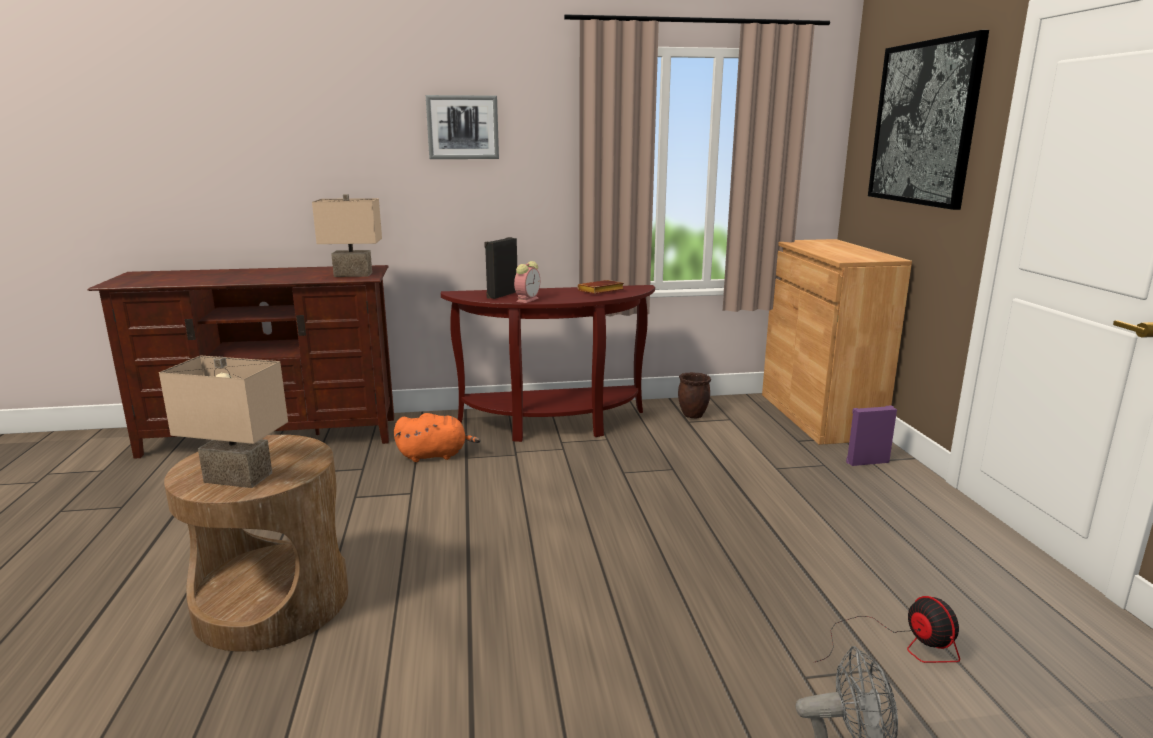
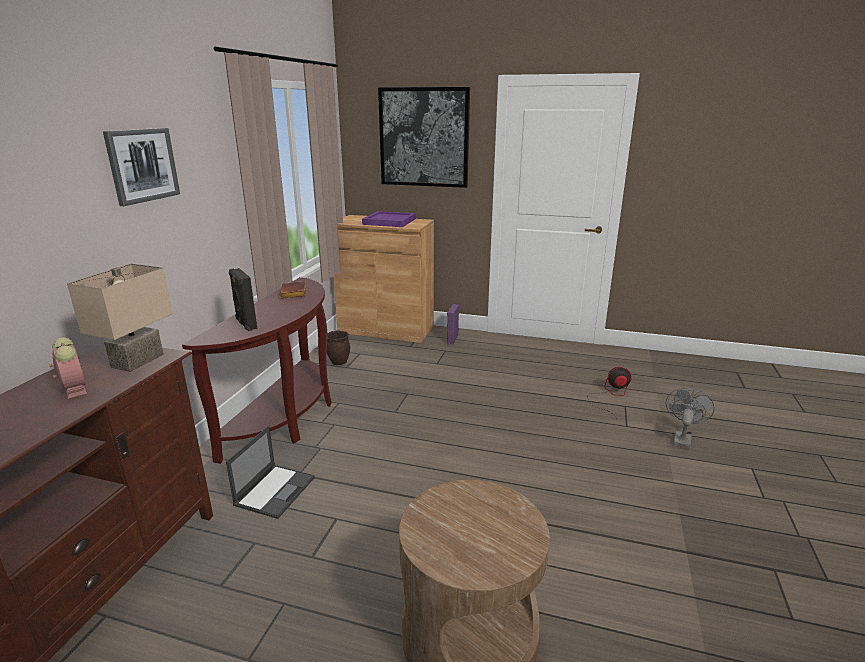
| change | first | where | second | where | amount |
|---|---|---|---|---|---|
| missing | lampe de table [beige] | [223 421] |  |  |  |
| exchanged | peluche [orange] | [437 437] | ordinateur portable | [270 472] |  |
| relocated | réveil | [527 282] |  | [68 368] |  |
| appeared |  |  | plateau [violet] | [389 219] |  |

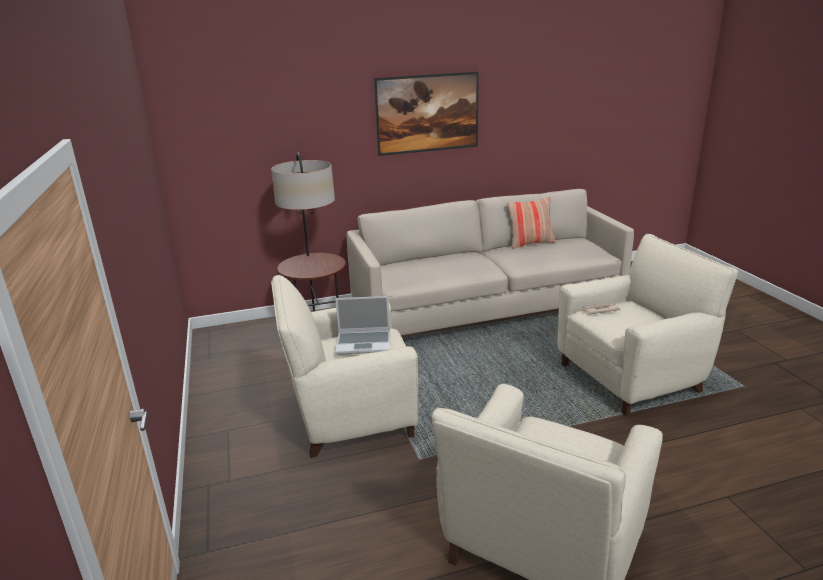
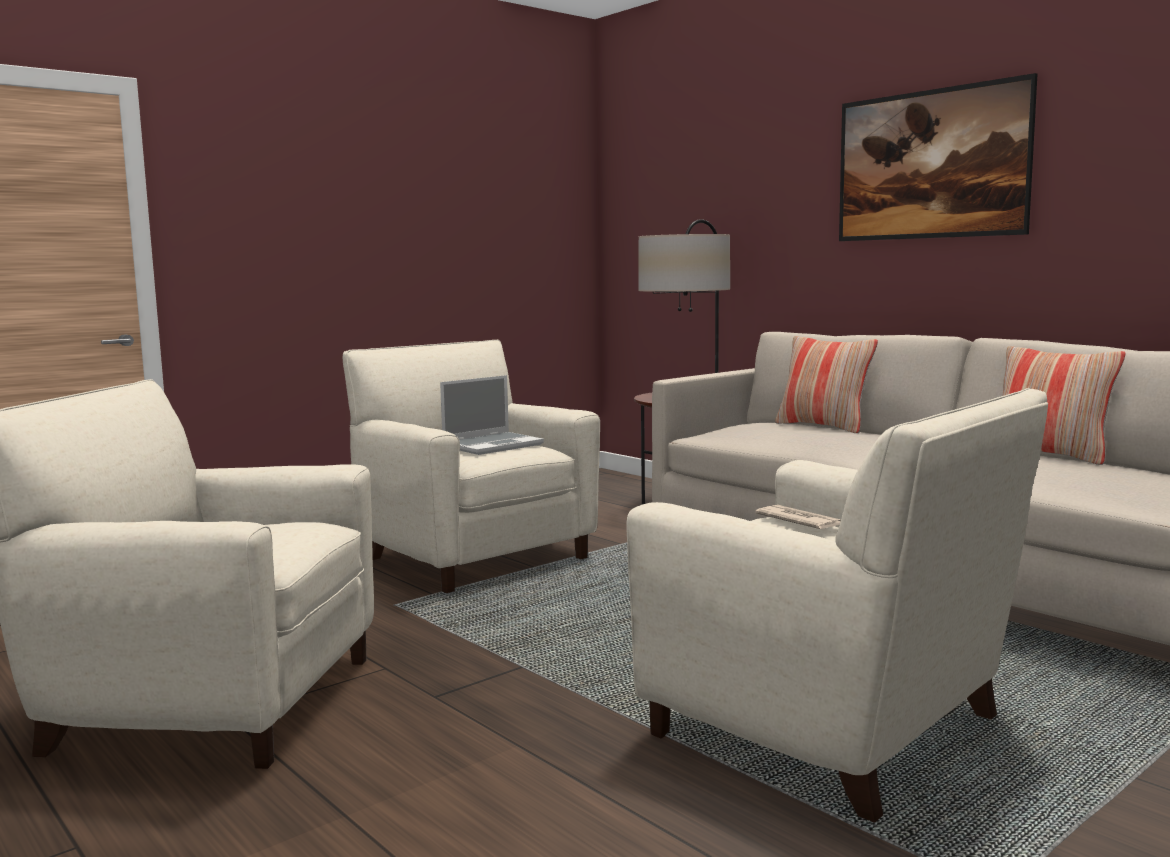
| change | first | where | second | where | amount |
|---|---|---|---|---|---|
| spun | ordinateur portable | [362 325] |  | [492 415] | 105 degrees counterclockwise |
| appeared |  |  | coussin | [826 384] |  |

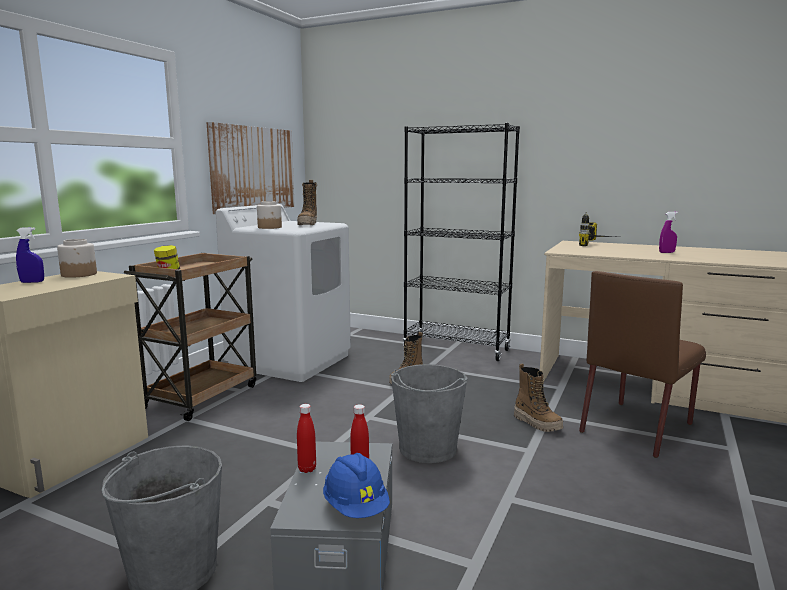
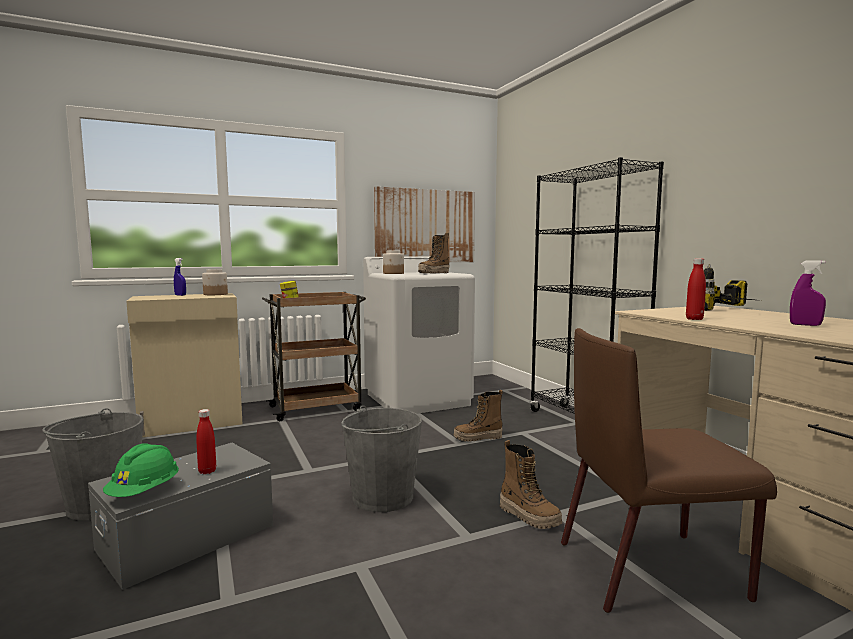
| change | first | where | second | where | amount |
|---|---|---|---|---|---|
| relocated | bouteille [rouge] | [306 438] |  | [696 289] |  |
| colour | casque de chantier [bleu] | [356 485] | casque de chantier [vert] | [141 470] |  |
| spun | botte | [538 397] |  | [531 484] | 45 degrees counterclockwise |

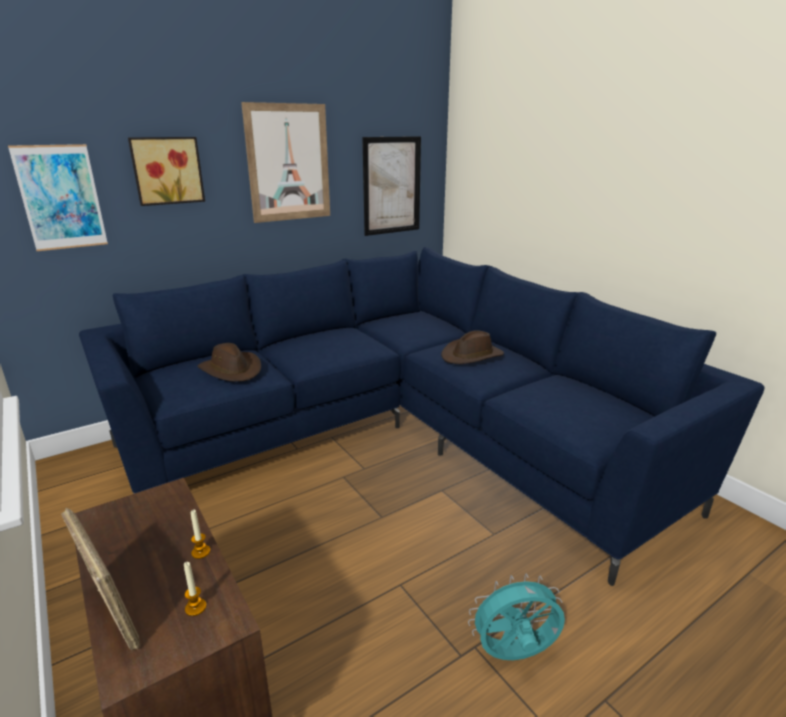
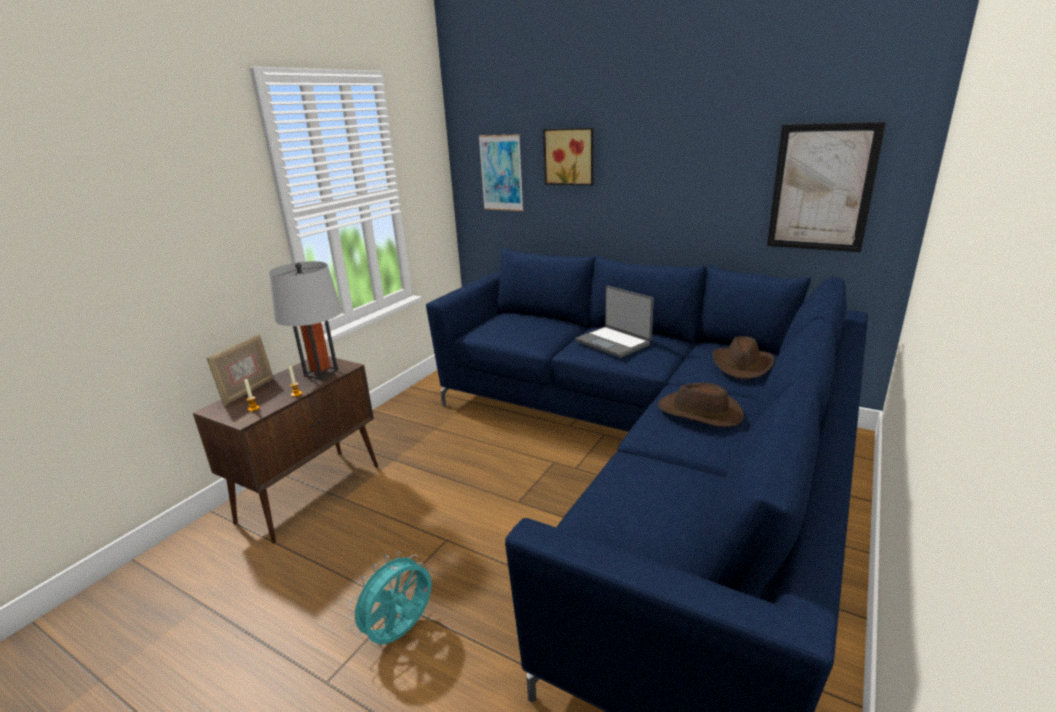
| change | first | where | second | where | amount |
|---|---|---|---|---|---|
| relocated | chapeau [marron] | [229 362] |  | [744 357] |  |
| missing | tableau | [285 162] |  |  |  |
| spun | ventilateur [turquoise] | [516 616] |  | [389 597] | 105 degrees counterclockwise |
| appeared |  |  | lampe de table [gris] | [305 320] |  |
| appeared |  |  | ordinateur portable | [614 322] |  |

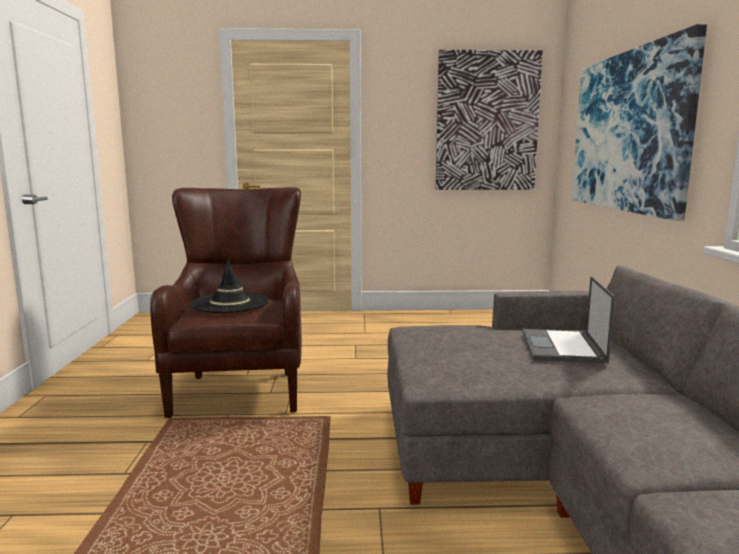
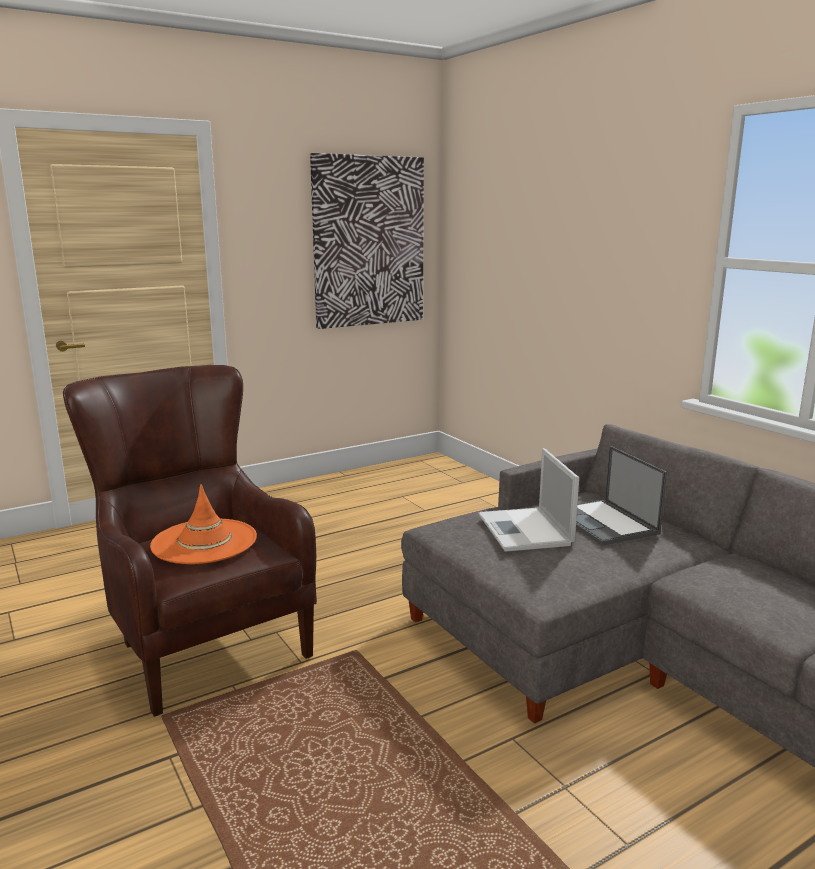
| change | first | where | second | where | amount |
|---|---|---|---|---|---|
| colour | chapeau [noir] | [229 285] | chapeau [orange] | [203 524] |  |
| missing | tableau | [639 122] |  |  |  |
| appeared |  |  | ordinateur portable | [529 500] |  |

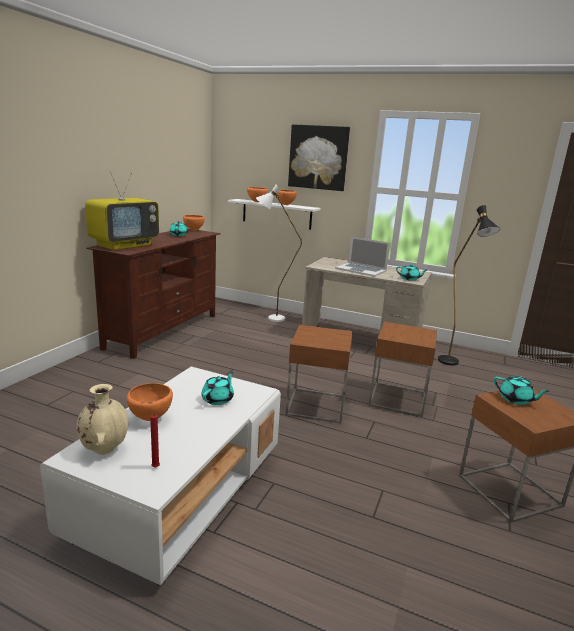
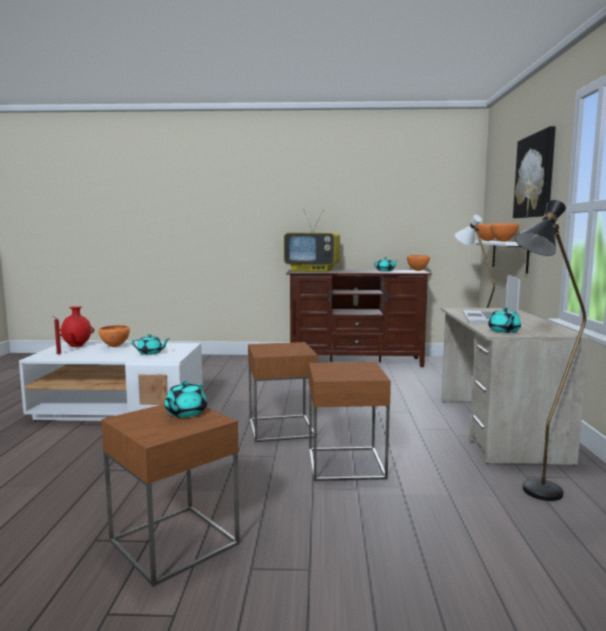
| change | first | where | second | where | amount |
|---|---|---|---|---|---|
| colour | vase [beige] | [102 419] | vase [rouge] | [76 326] |  |

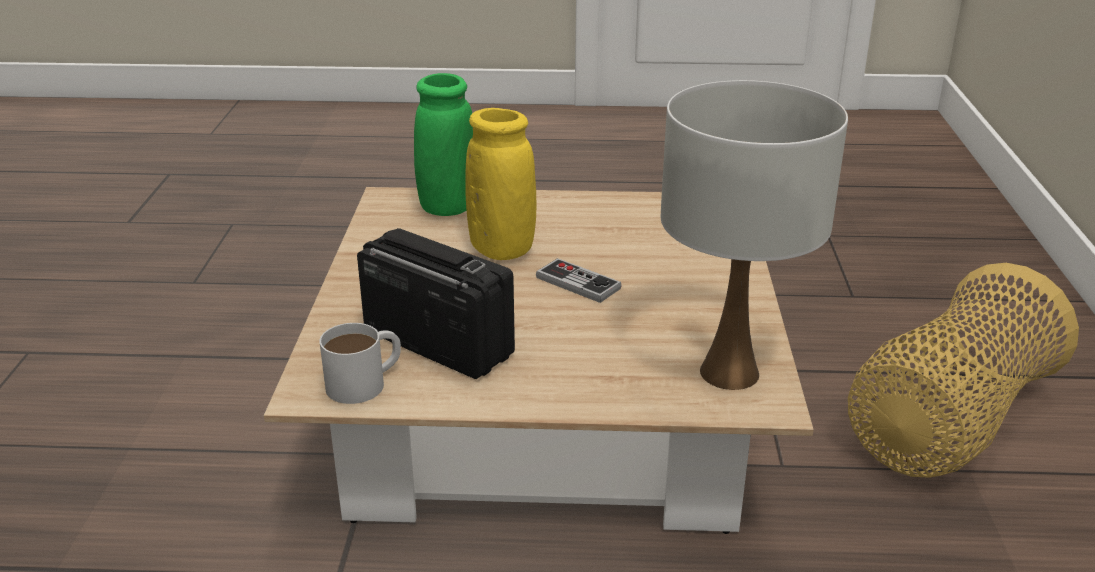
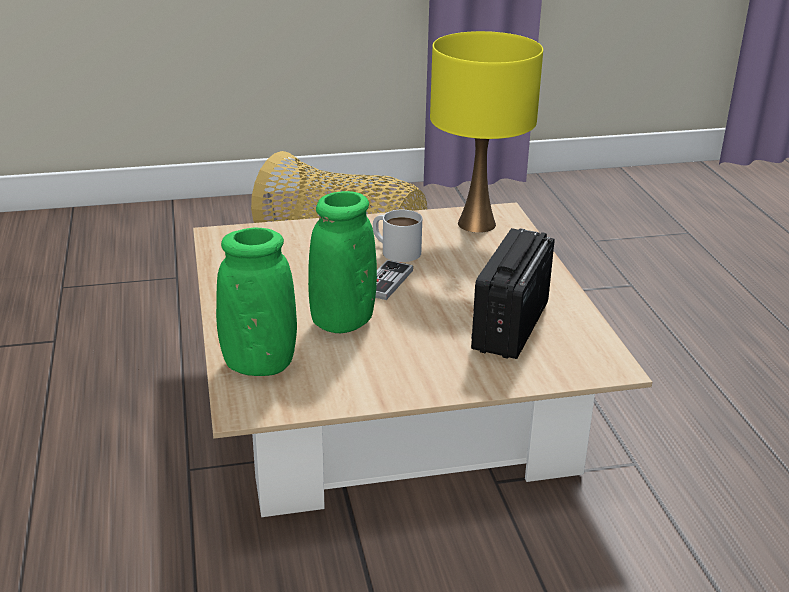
| change | first | where | second | where | amount |
|---|---|---|---|---|---|
| relocated | mug [blanc] | [360 363] |  | [397 236] |  |
| colour | vase [jaune] | [500 184] | vase [vert] | [342 262] |  |
| colour | lampe de table [blanc] | [754 235] | lampe de table [jaune] | [486 132] |  |

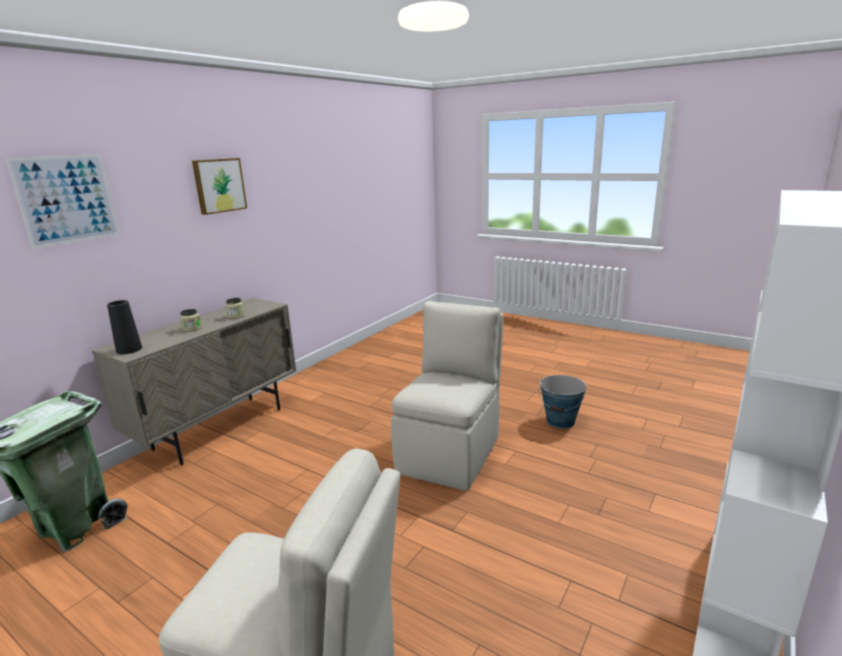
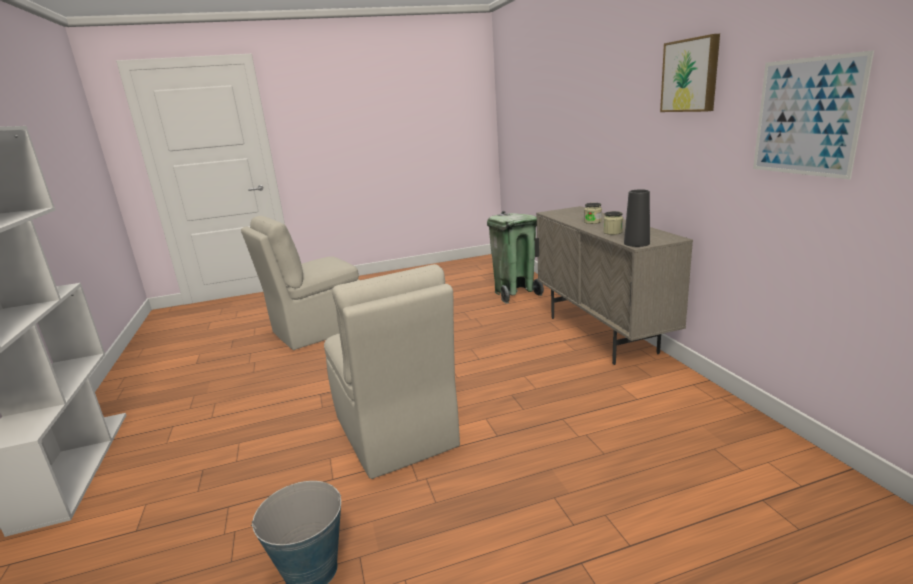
| change | first | where | second | where | amount |
|---|---|---|---|---|---|
| relocated | tableau | [63 201] |  | [813 115] |  |
| relocated | vase [noir] | [124 327] |  | [637 218] |  |

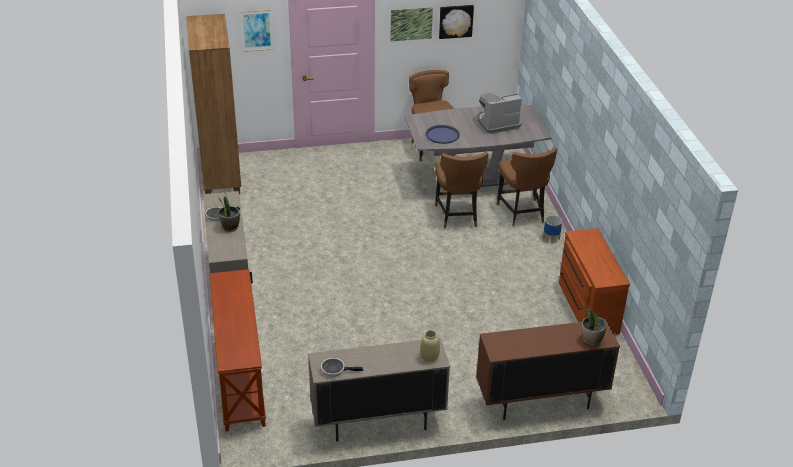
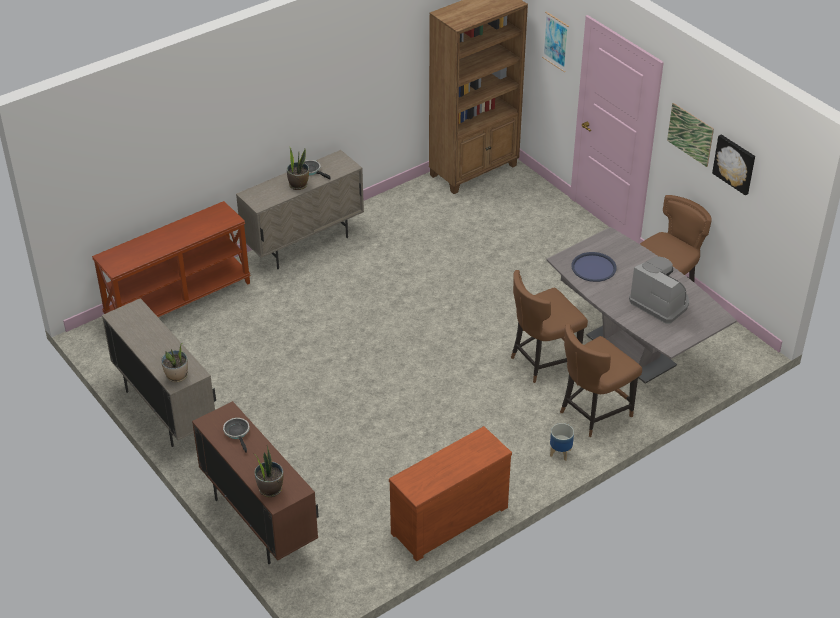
| change | first | where | second | where | amount |
|---|---|---|---|---|---|
| relocated | poêle | [342 367] |  | [236 435] |  |
| exchanged | vase [beige] | [430 346] | plante en pot | [174 362] |  |

